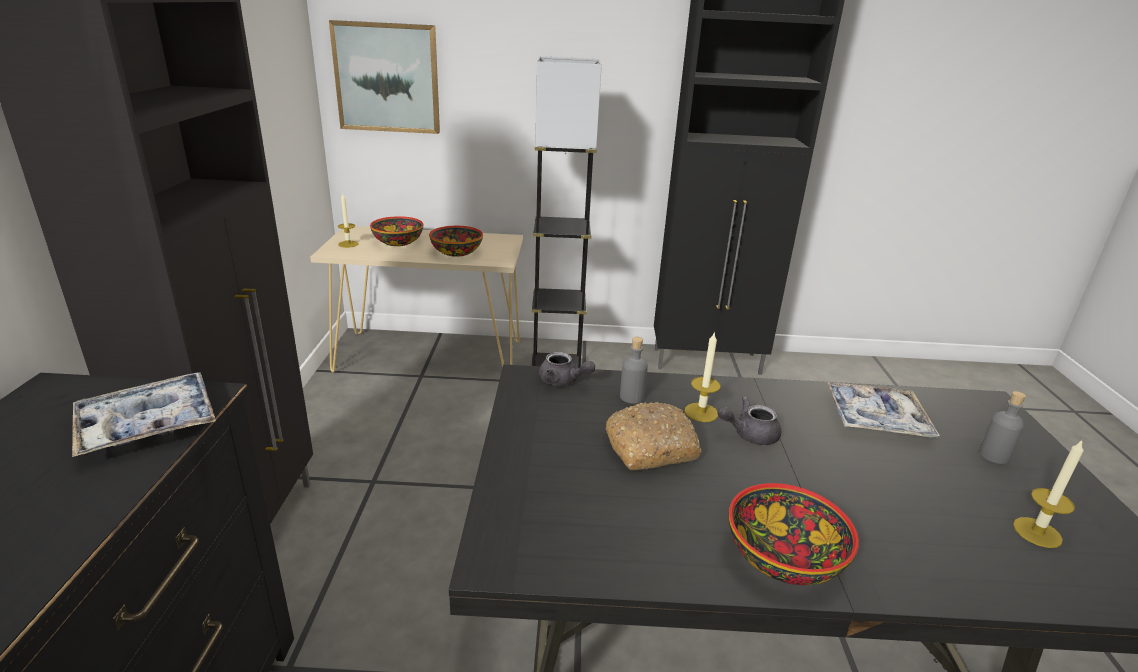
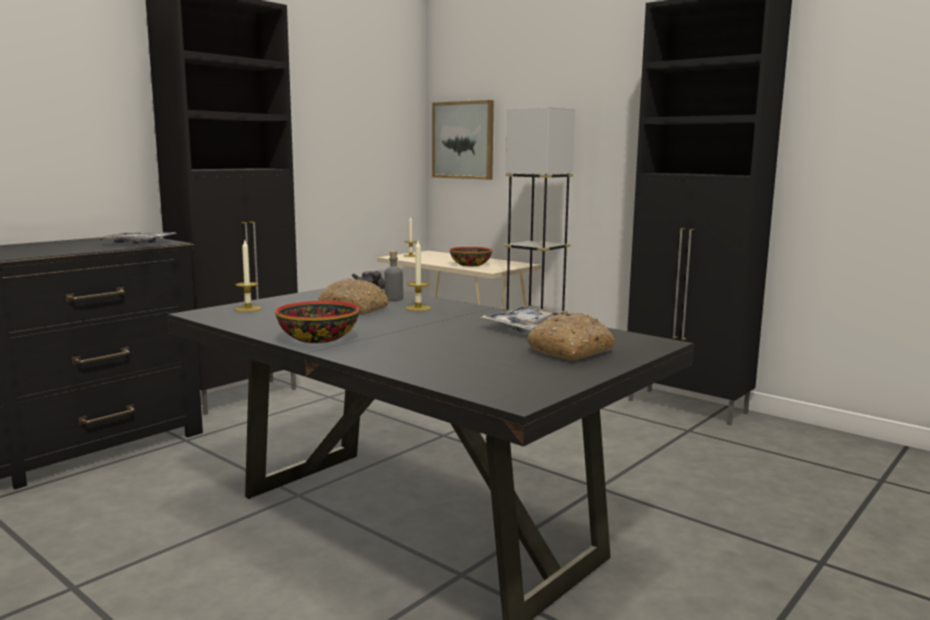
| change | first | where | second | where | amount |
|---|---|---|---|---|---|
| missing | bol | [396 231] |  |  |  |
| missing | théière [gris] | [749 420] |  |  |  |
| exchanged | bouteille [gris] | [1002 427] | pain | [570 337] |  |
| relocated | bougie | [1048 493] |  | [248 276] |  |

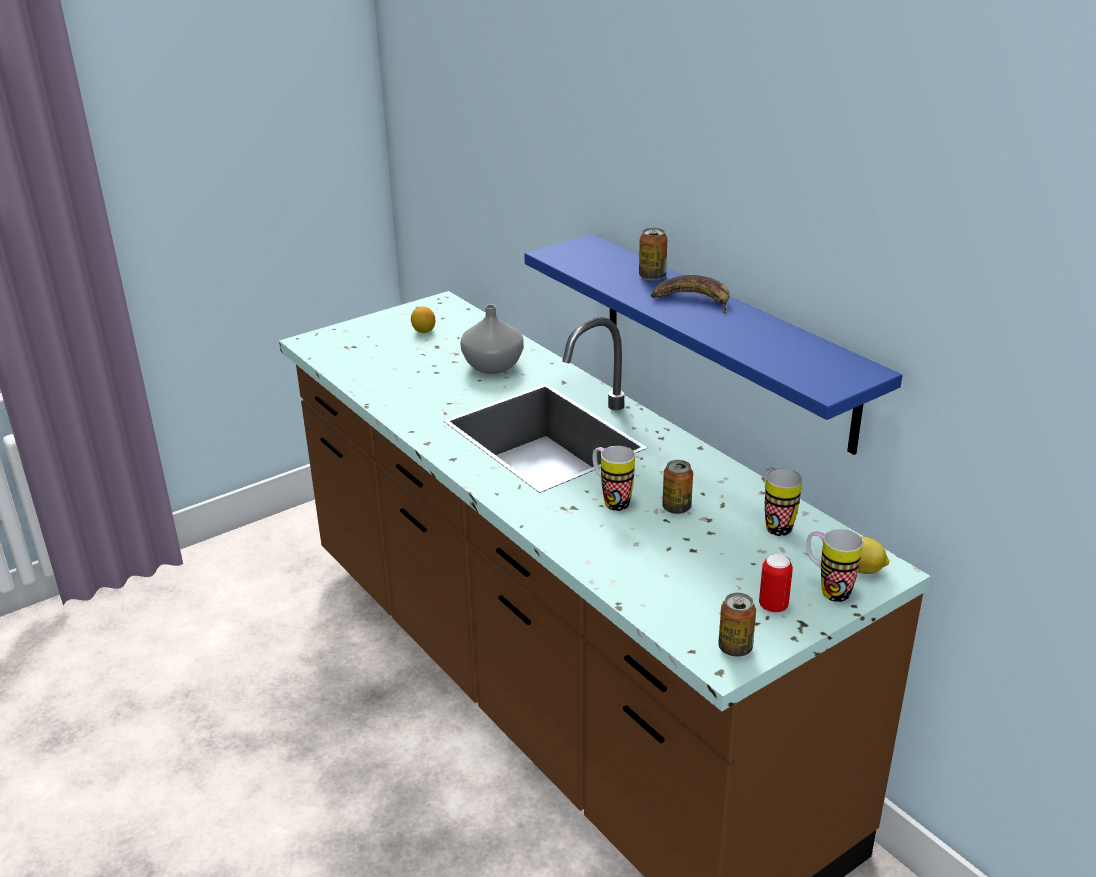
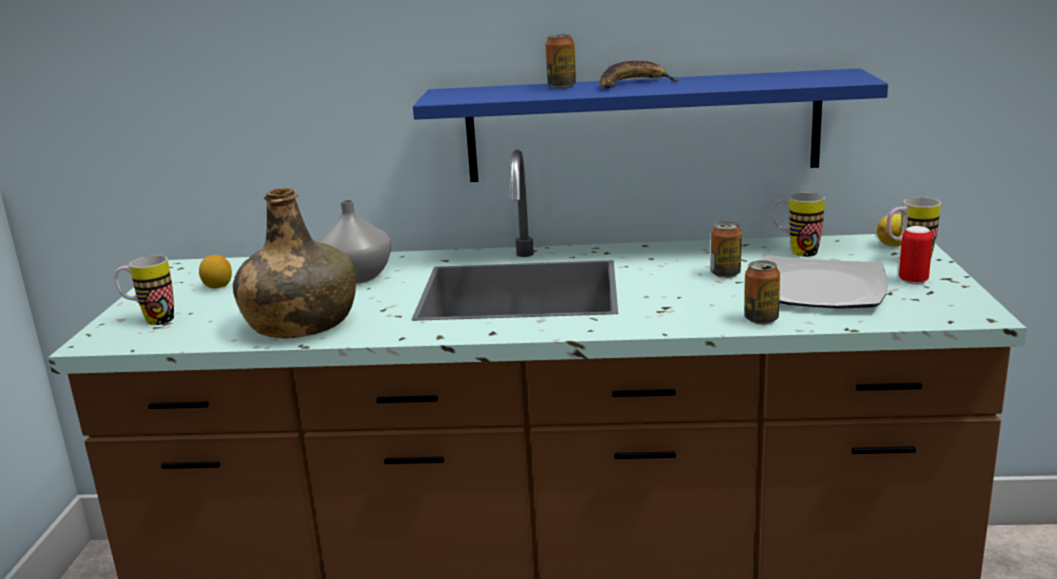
| change | first | where | second | where | amount |
|---|---|---|---|---|---|
| relocated | mug | [613 478] |  | [144 290] |  |
| relocated | boîte métallique | [737 625] |  | [762 292] |  |
| appeared |  |  | bouteille [vert] | [294 263] |  |
| appeared |  |  | assiette | [825 282] |  |

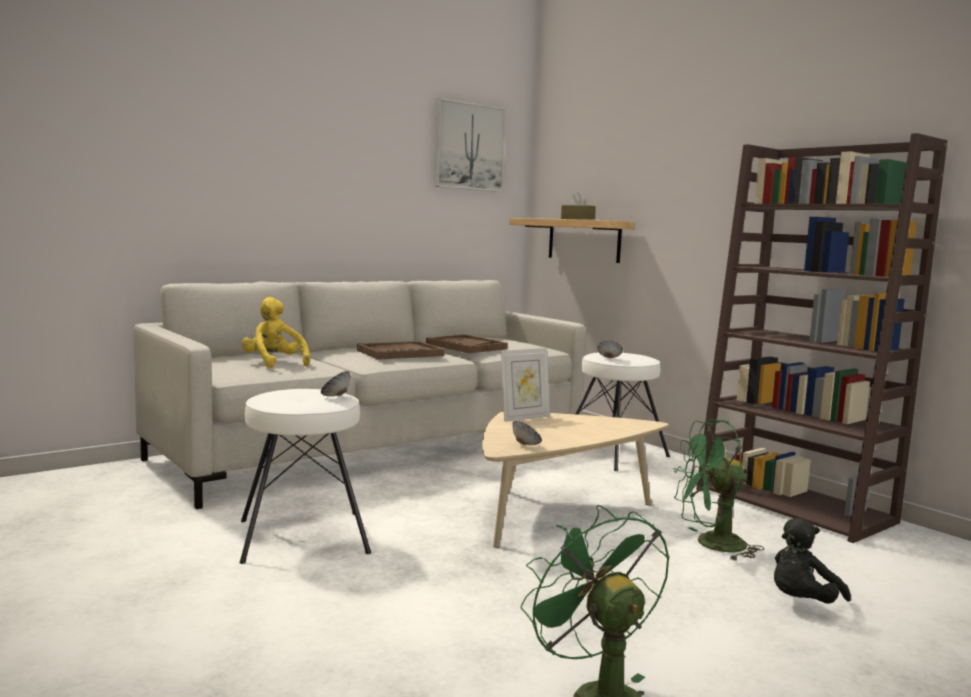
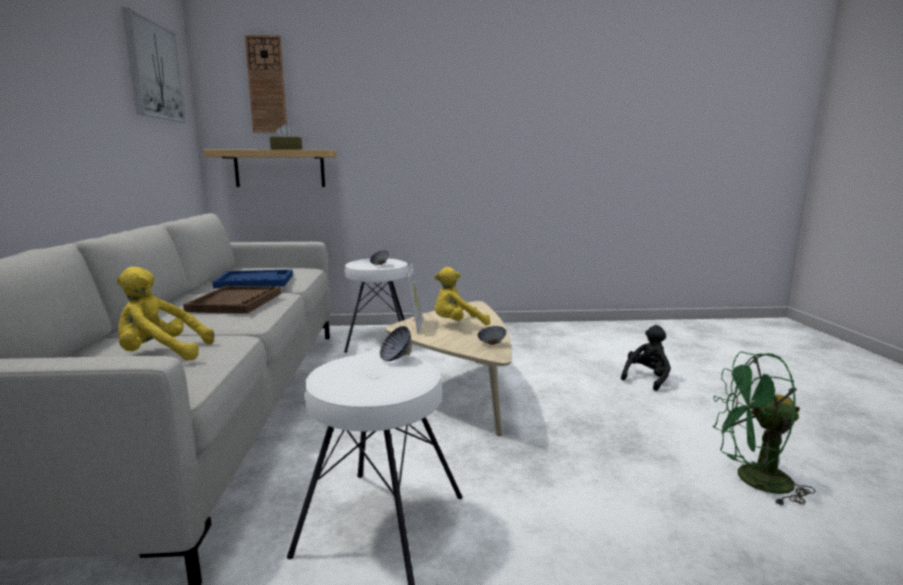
| change | first | where | second | where | amount |
|---|---|---|---|---|---|
| colour | plateau [marron] | [467 344] | plateau [bleu] | [252 279] |  |
| missing | ventilateur [vert] | [719 490] |  |  |  |
| missing | bibliothèque [marron] | [821 338] |  |  |  |
| spun | peluche [noir] | [812 561] |  | [646 358] | 135 degrees counterclockwise |
| appeared |  |  | horloge murale | [266 84] |  |
| appeared |  |  | peluche [jaune] | [462 296] |  |

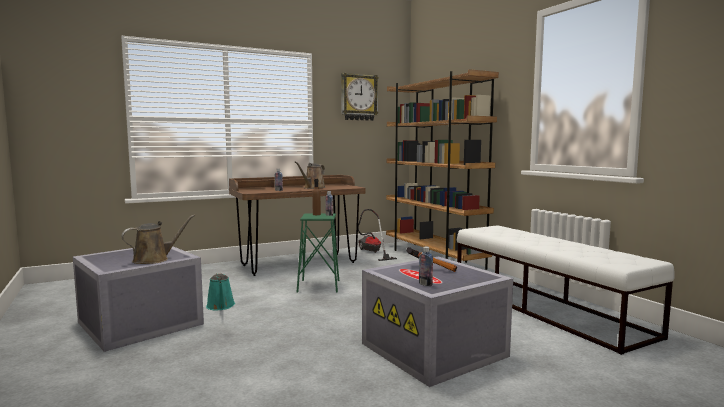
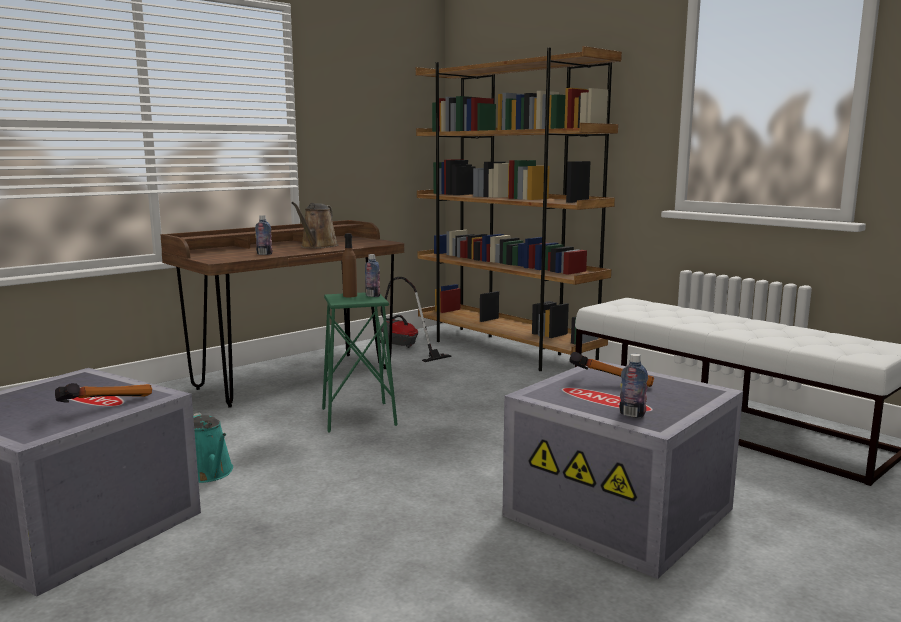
| change | first | where | second | where | amount |
|---|---|---|---|---|---|
| exchanged | arrosoir [marron] | [158 239] | marteau | [103 392] |  |
| missing | horloge murale | [360 97] |  |  |  |

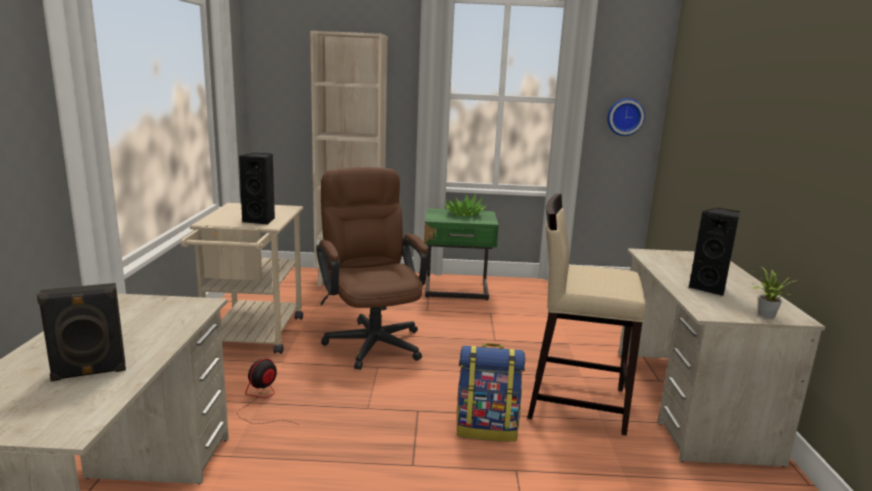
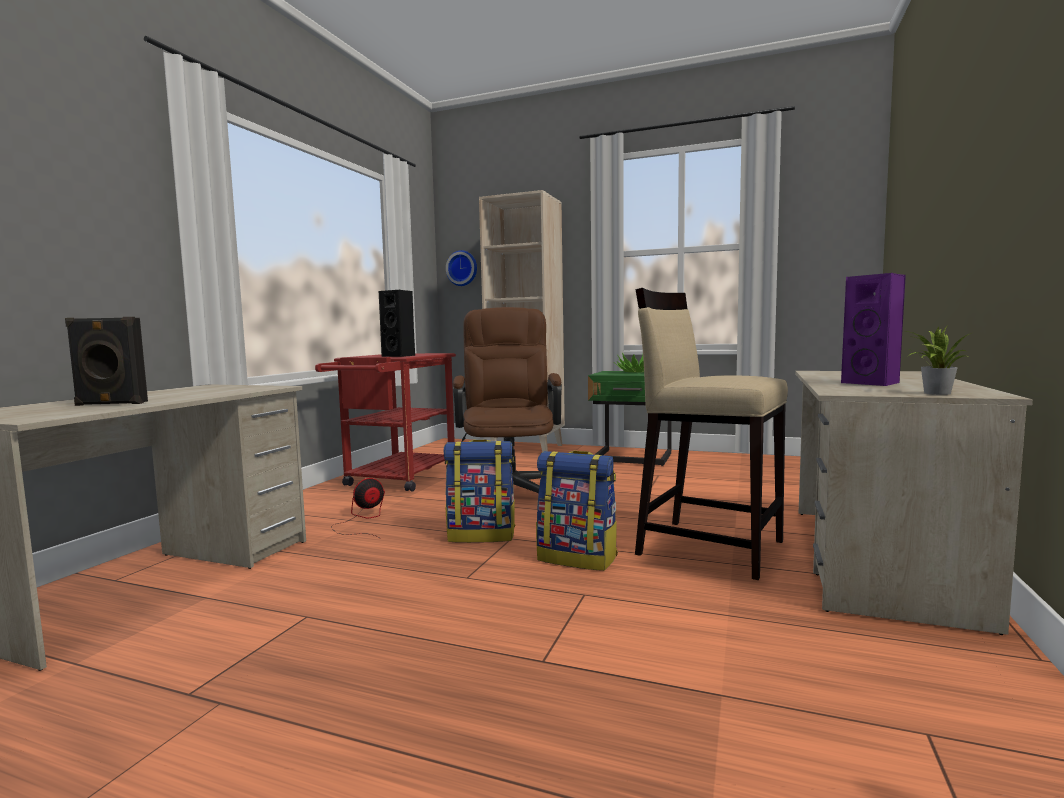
| change | first | where | second | where | amount |
|---|---|---|---|---|---|
| colour | chariot [beige] | [242 278] | chariot [rouge] | [385 422] |  |
| relocated | horloge murale | [626 117] |  | [461 268] |  |
| colour | enceinte [noir] | [714 252] | enceinte [violet] | [873 329] |  |
| appeared |  |  | sac à dos | [479 491] |  |

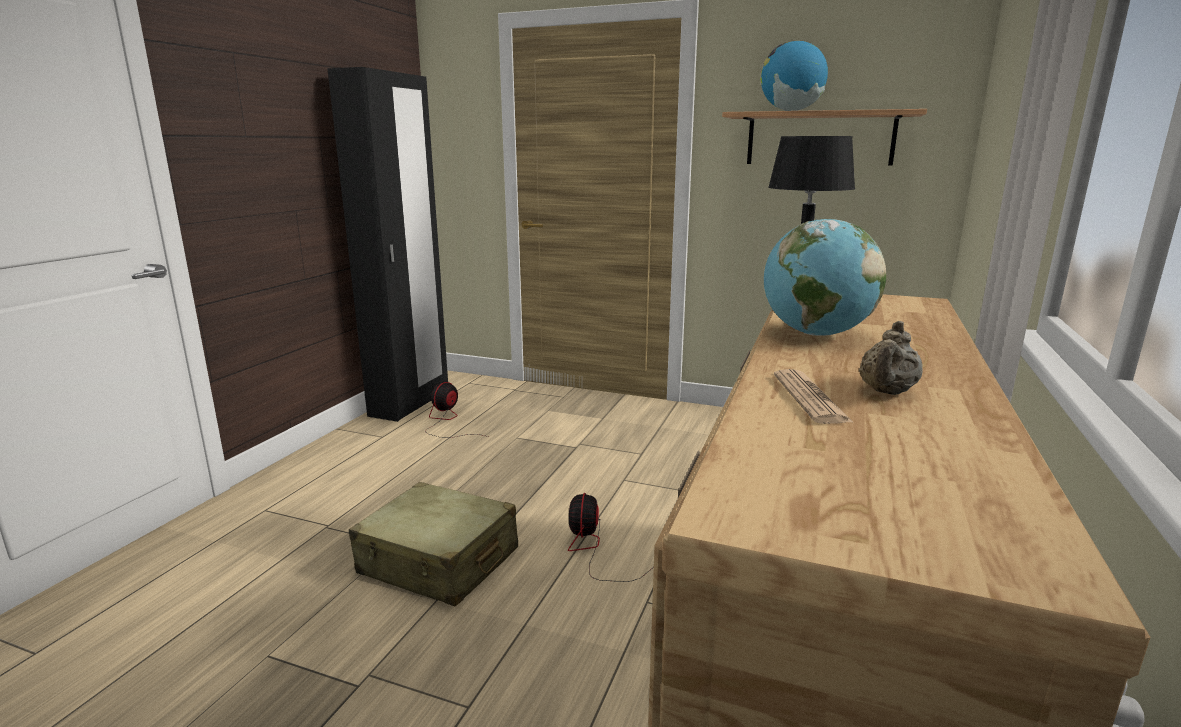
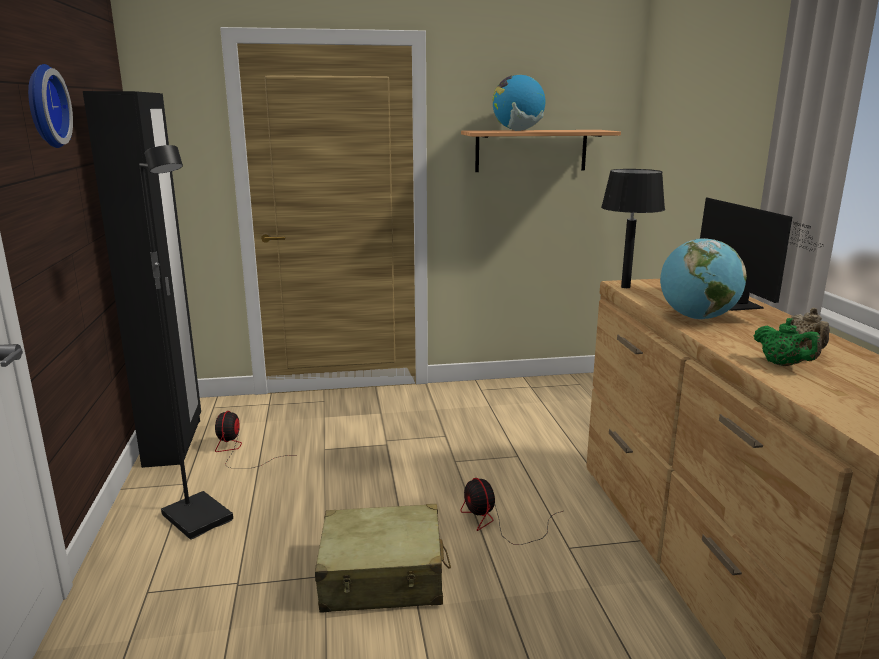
| change | first | where | second | where | amount |
|---|---|---|---|---|---|
| exchanged | journal | [814 396] | théière [vert] | [788 342] |  |
| appeared |  |  | horloge murale | [50 106] |  |
| appeared |  |  | lampadaire [noir] | [186 342] |  |
| appeared |  |  | écran d'ordinateur | [761 254] |  |

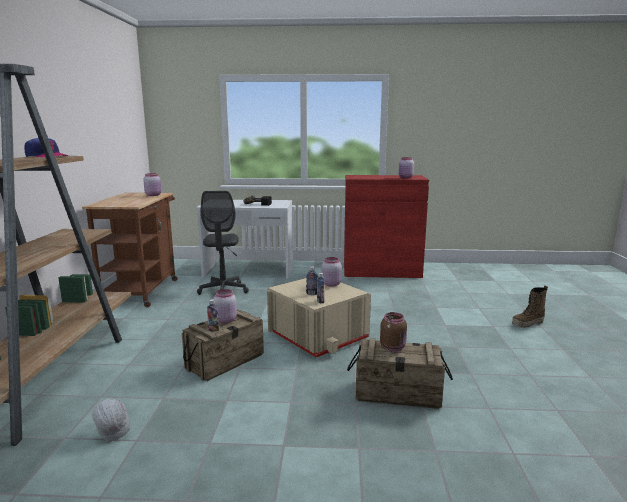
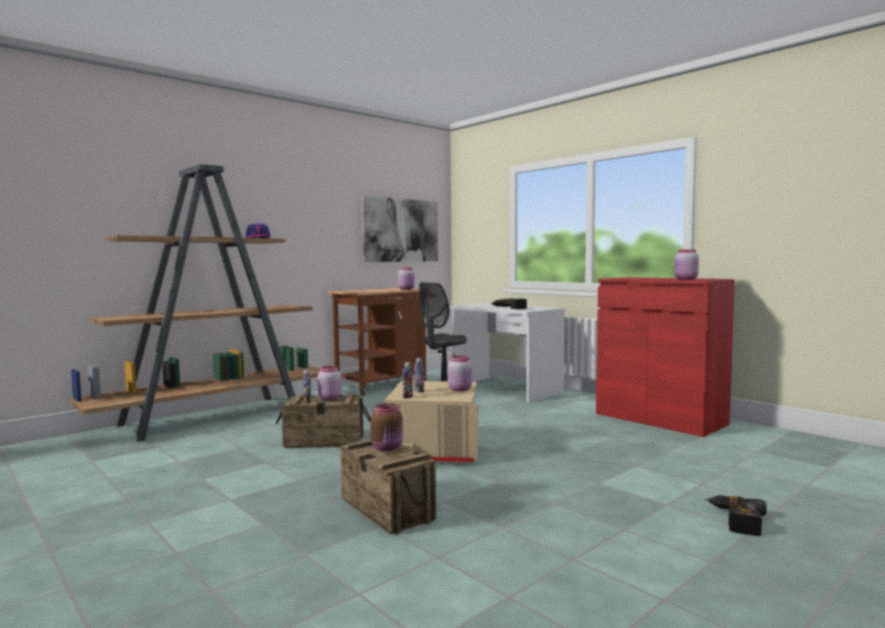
| change | first | where | second | where | amount |
|---|---|---|---|---|---|
| missing | casque de chantier [blanc] | [111 420] |  |  |  |
| exchanged | botte | [530 307] | perceuse | [736 515] |  |
| appeared |  |  | tableau | [400 229] |  |

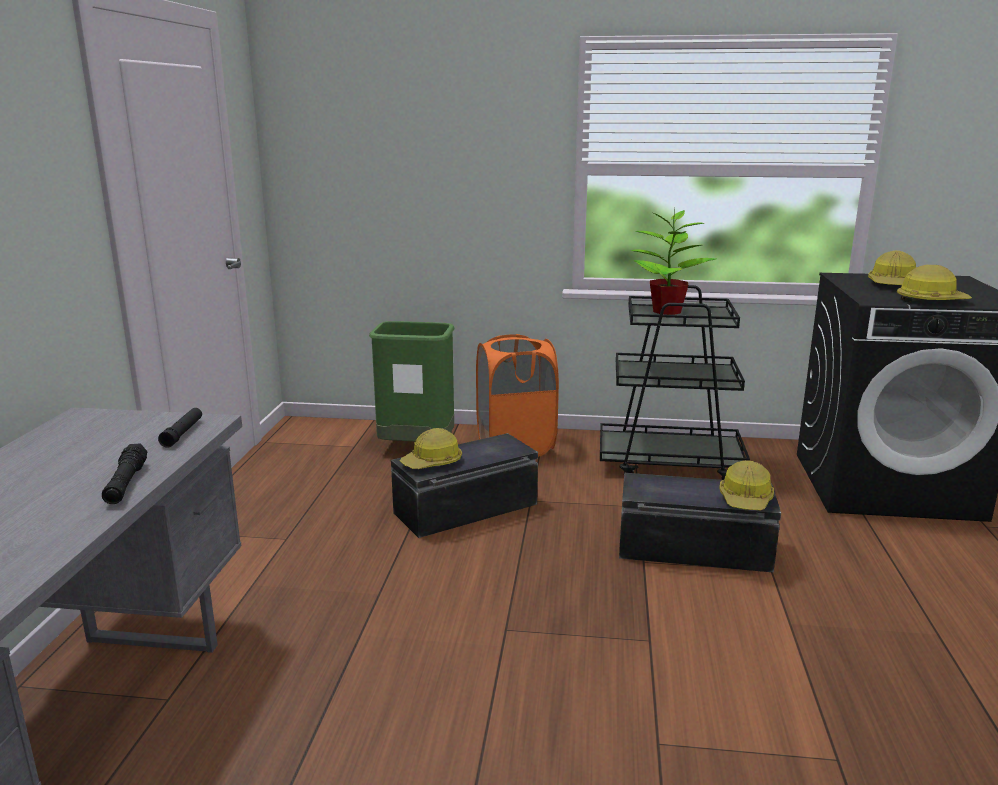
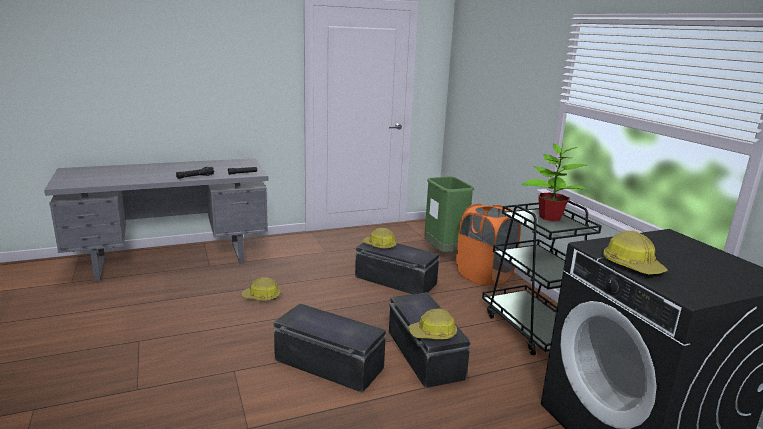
| change | first | where | second | where | amount |
|---|---|---|---|---|---|
| relocated | casque de chantier | [892 267] |  | [261 288] |  |
| appeared |  |  | boîte de rangement [noir] | [330 348] |  |

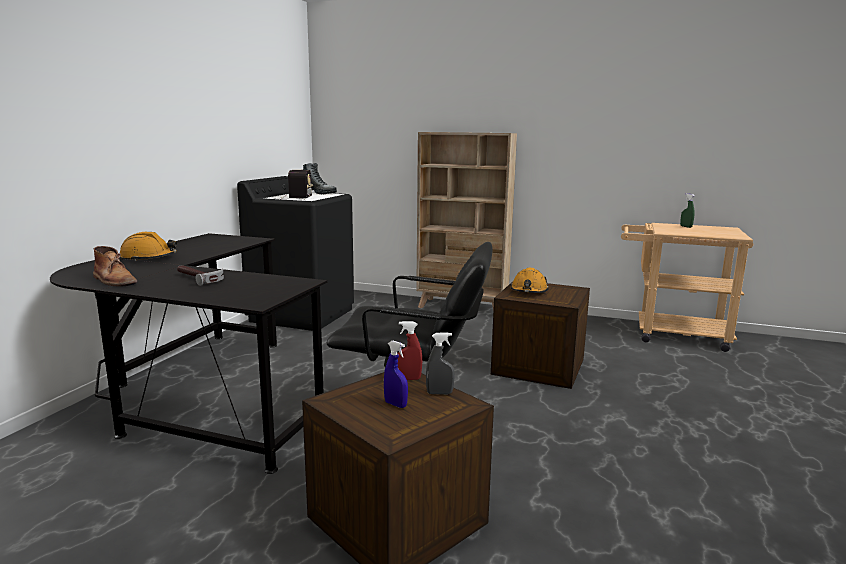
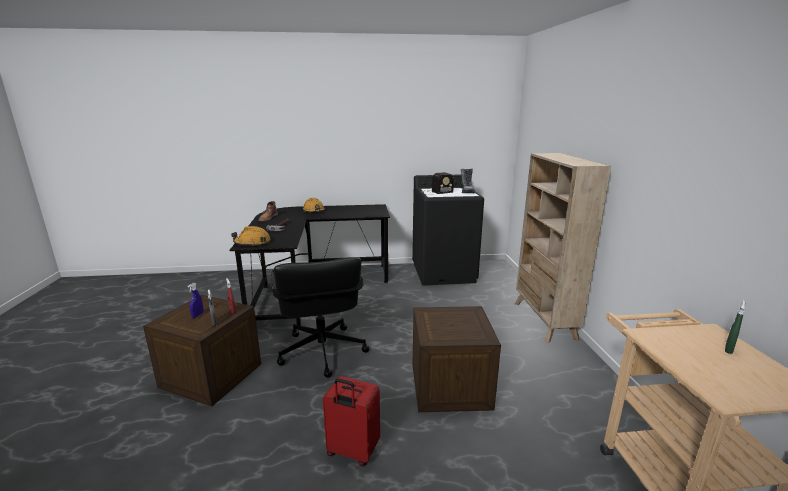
| change | first | where | second | where | amount |
|---|---|---|---|---|---|
| relocated | casque de chantier [orange] | [529 280] |  | [251 236] |  |
| appeared |  |  | valise [rouge] | [351 421] |  |

